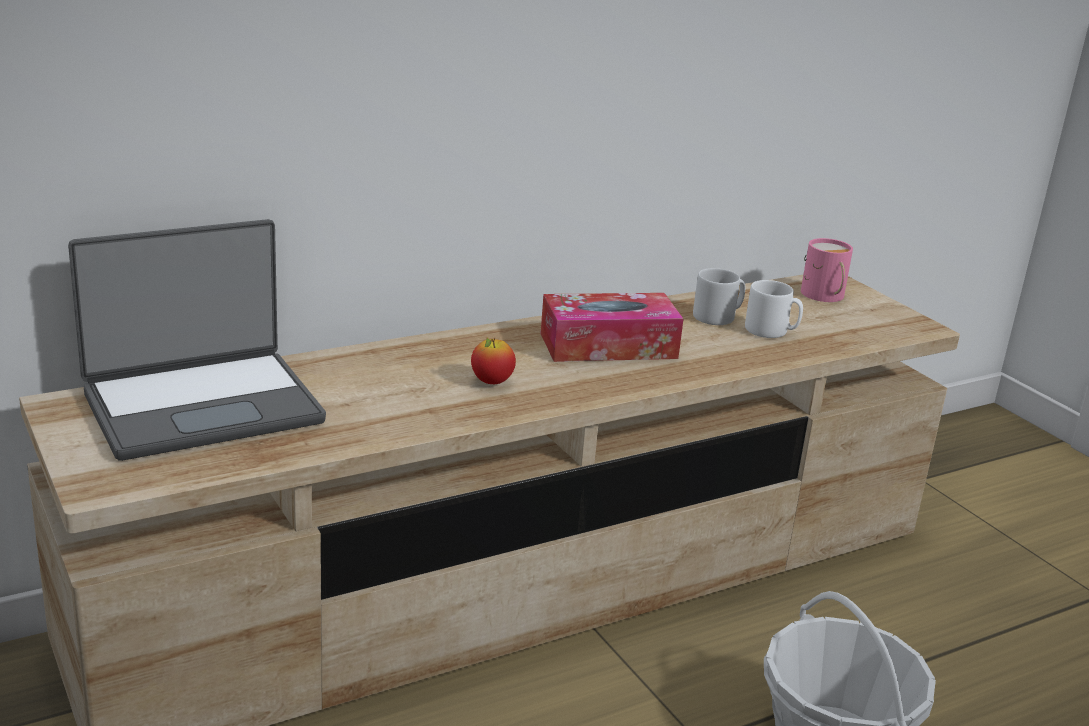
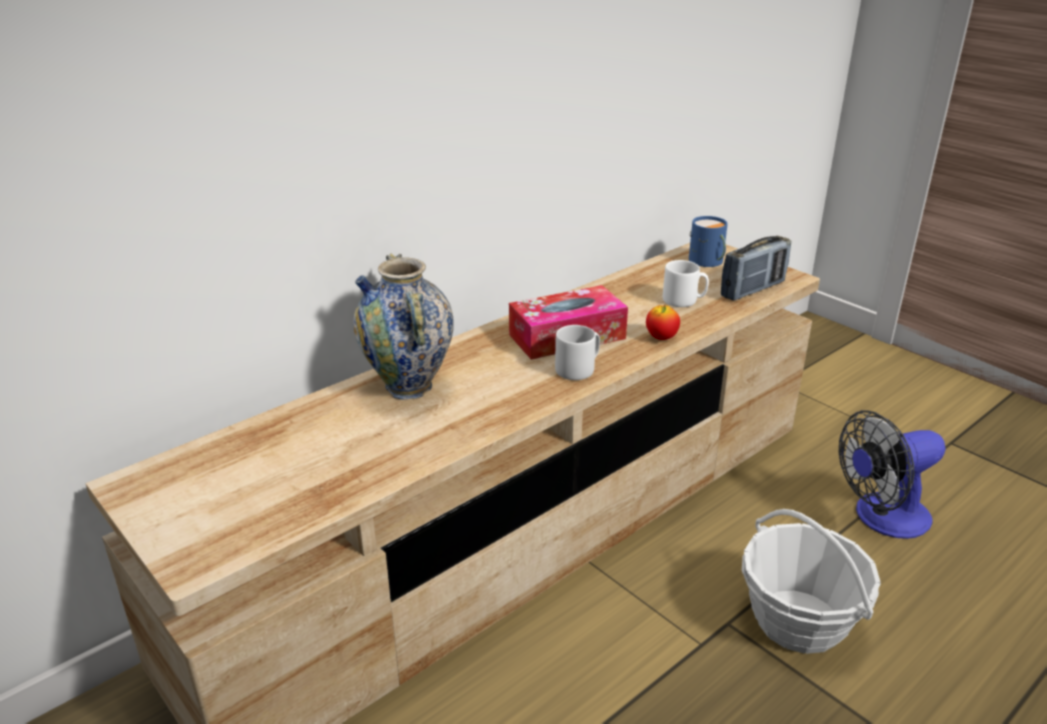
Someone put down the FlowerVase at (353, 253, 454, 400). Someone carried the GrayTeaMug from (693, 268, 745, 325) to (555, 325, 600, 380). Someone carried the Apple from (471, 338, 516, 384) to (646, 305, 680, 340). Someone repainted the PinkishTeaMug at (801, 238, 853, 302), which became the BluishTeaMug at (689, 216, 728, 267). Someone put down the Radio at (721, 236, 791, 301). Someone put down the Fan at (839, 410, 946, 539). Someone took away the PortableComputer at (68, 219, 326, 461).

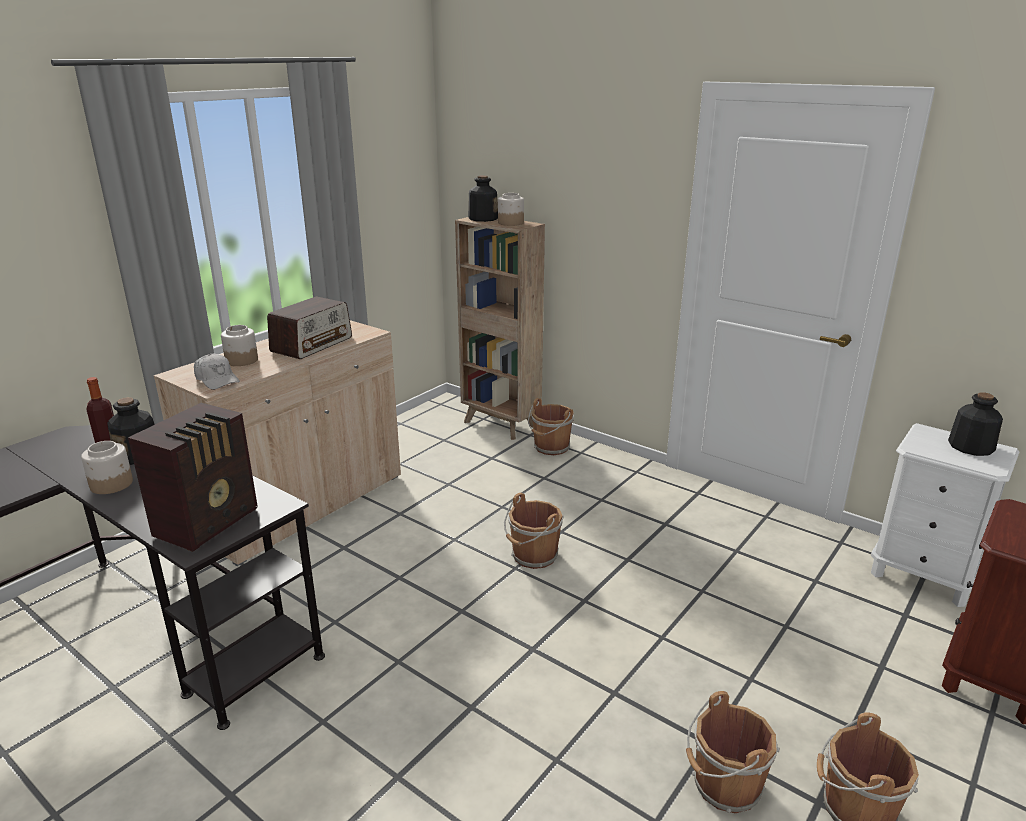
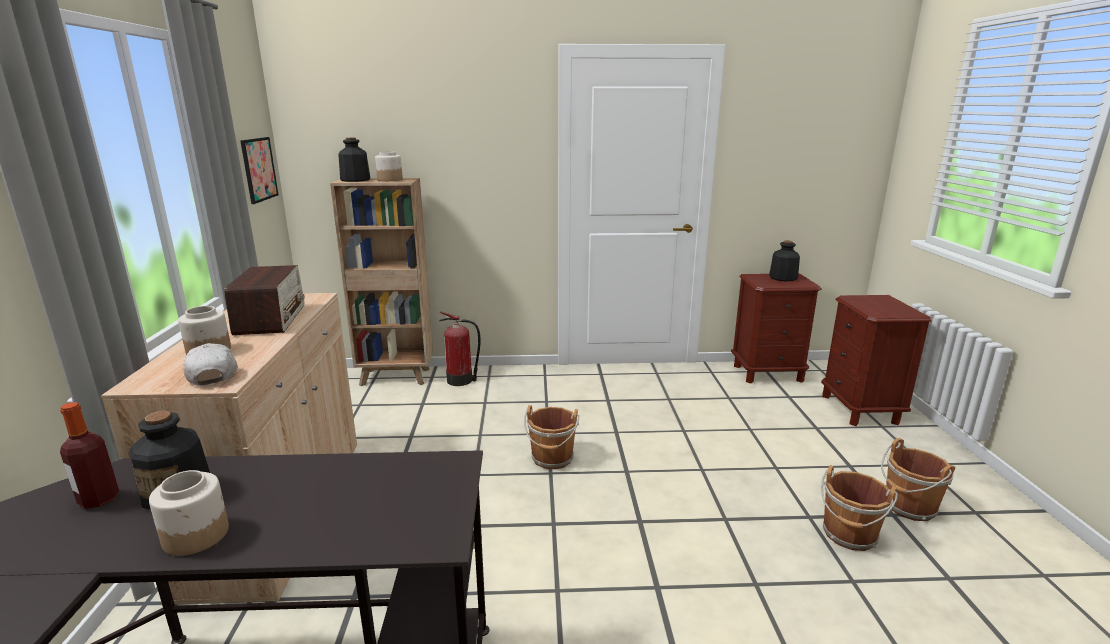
Someone rotated the WhiteColouredBaseballCap at (194, 354, 240, 390) by 120 degrees counterclockwise. Someone put up the Picture at (240, 137, 278, 204). Someone swapped the BrownWaterBucket at (528, 398, 574, 455) for the Extinguisher at (439, 312, 481, 386). Someone repainted the WhiteColouredNightstand at (871, 423, 1019, 607), which became the BrownNightstand at (731, 273, 822, 384). Someone took away the Radio at (128, 403, 258, 552).

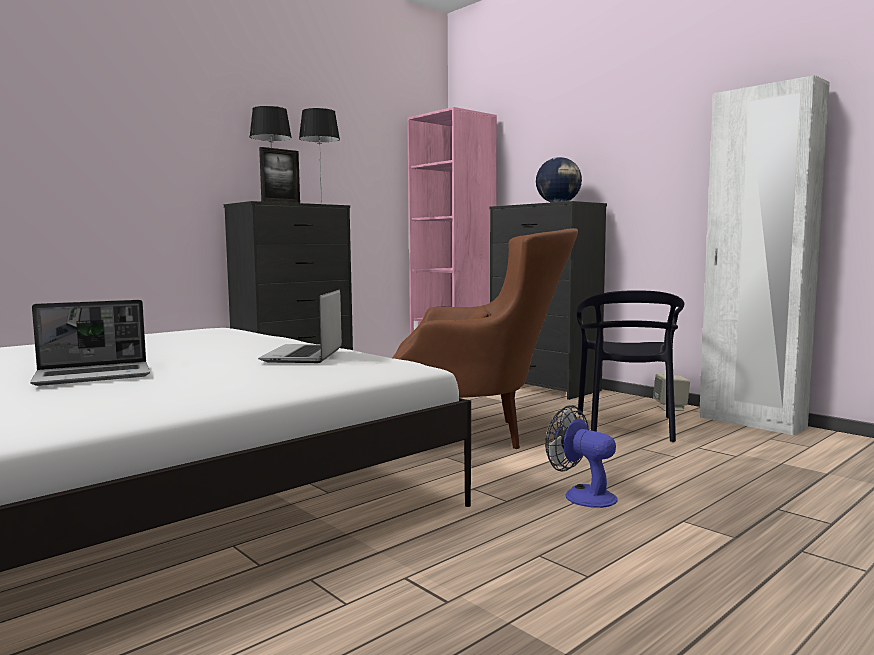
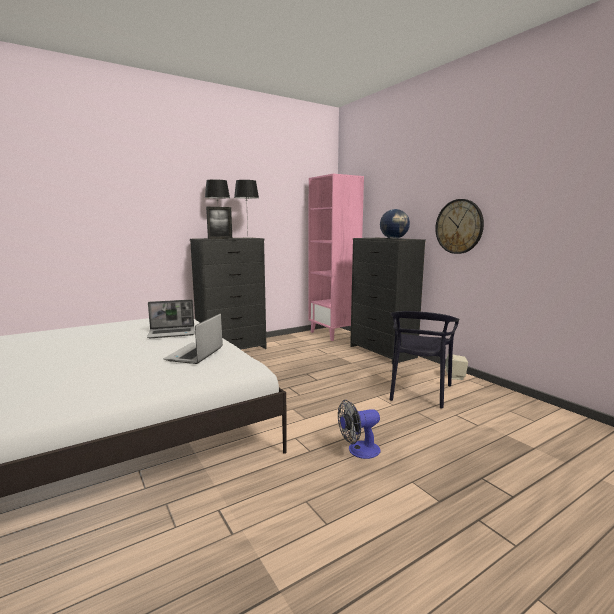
Someone carried the PortableComputer from (30, 300, 150, 386) to (147, 300, 195, 338). Someone rotated the Fan at (545, 405, 618, 508) by 75 degrees counterclockwise. Someone put up the ClockOnTheWall at (435, 199, 484, 254). Someone took away the BrownEasyChair at (393, 228, 578, 449). Someone took away the WhiteColouredWardrobe at (700, 75, 830, 435).

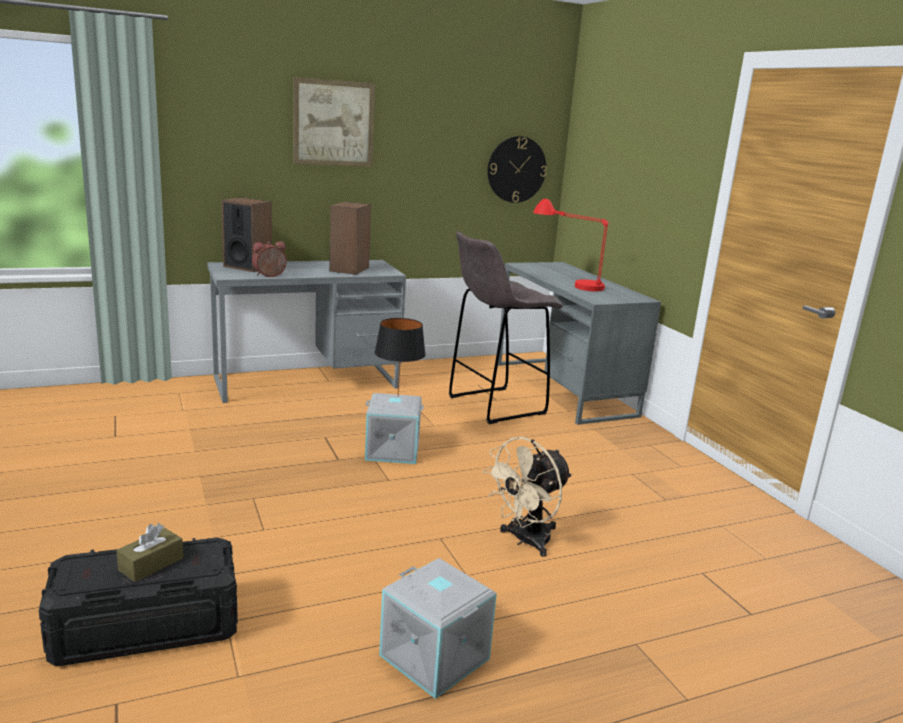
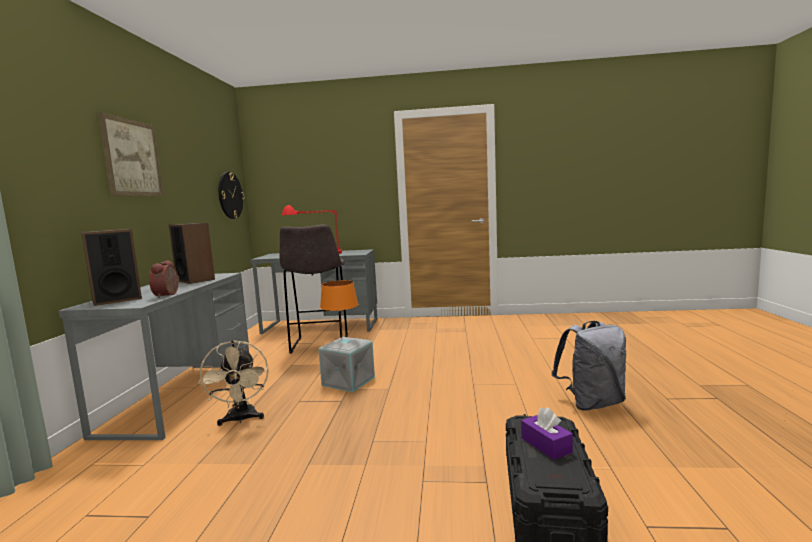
Someone carried the BeigeColouredFan from (483, 437, 572, 557) to (198, 340, 269, 426). Someone repainted the BlackTabletopLamp at (375, 318, 426, 394), which became the OrangeyTabletopLamp at (320, 280, 359, 337). Someone repainted the BrownTissueBox at (116, 523, 183, 582), which became the PurpleTissueBox at (521, 407, 573, 460). Someone swapped the GrayStorageContainer at (379, 558, 497, 699) for the GrayRucksack at (551, 321, 626, 410).

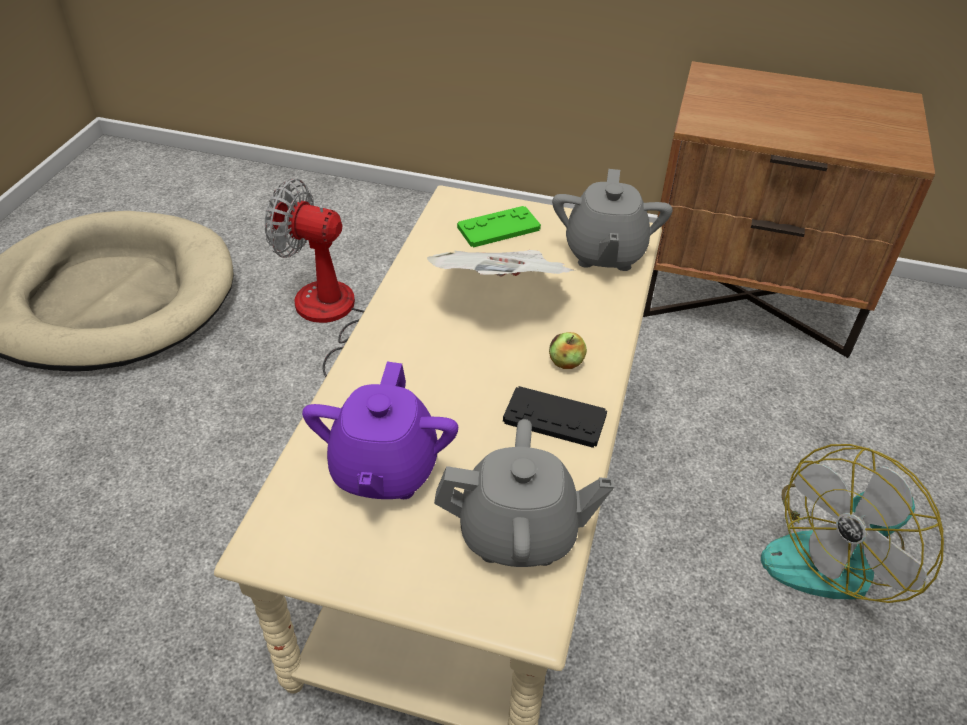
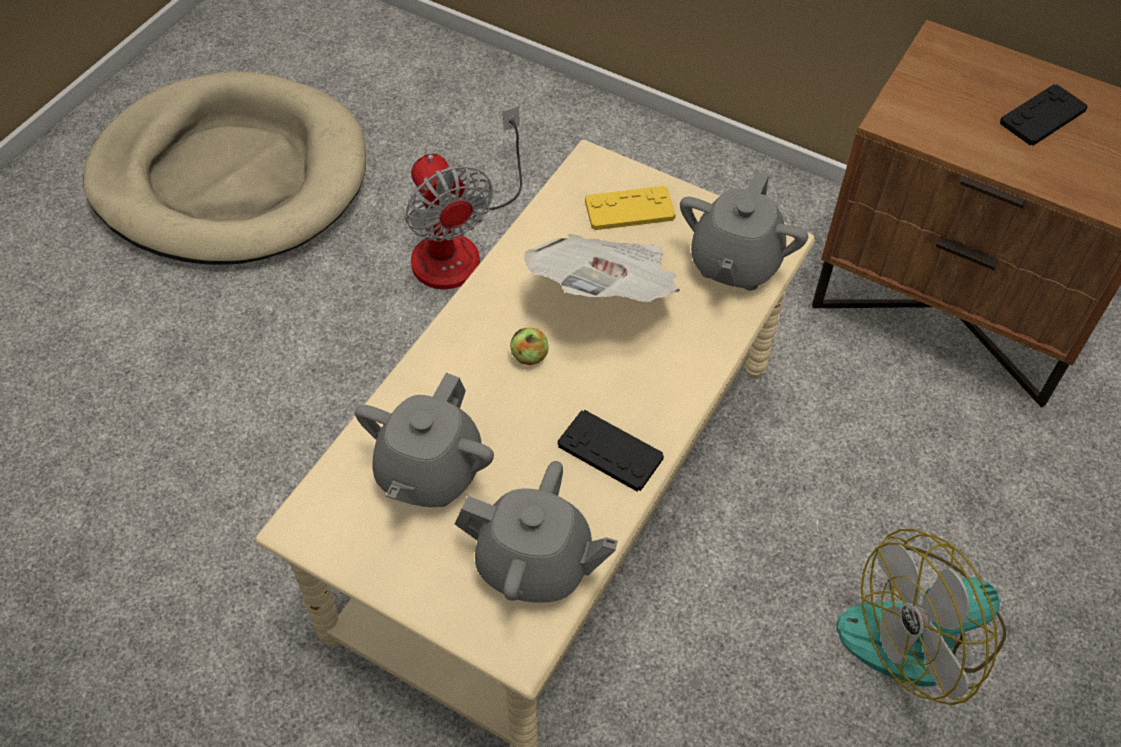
Someone repainted the PurpleTeaPot at (302, 362, 458, 499), which became the GrayTeaPot at (355, 373, 494, 507). Someone rotated the Fan at (265, 179, 364, 377) by 150 degrees counterclockwise. Someone carried the Apple from (549, 332, 587, 369) to (510, 328, 549, 365). Someone repainted the GreenGamepad at (457, 206, 541, 247), which became the YellowGamepad at (585, 186, 676, 230). Someone put down the BlackGamepad at (1000, 84, 1087, 146).

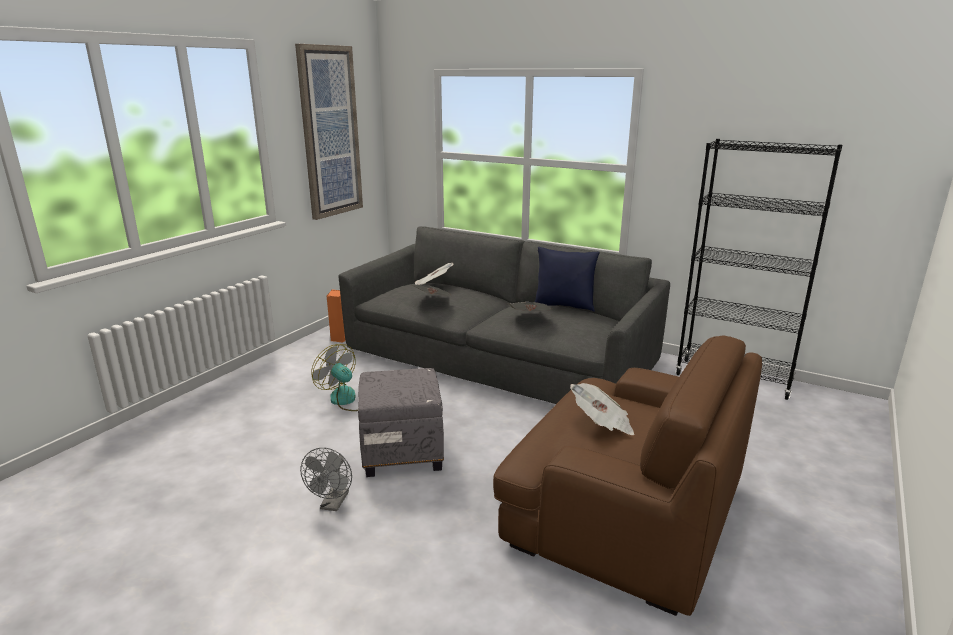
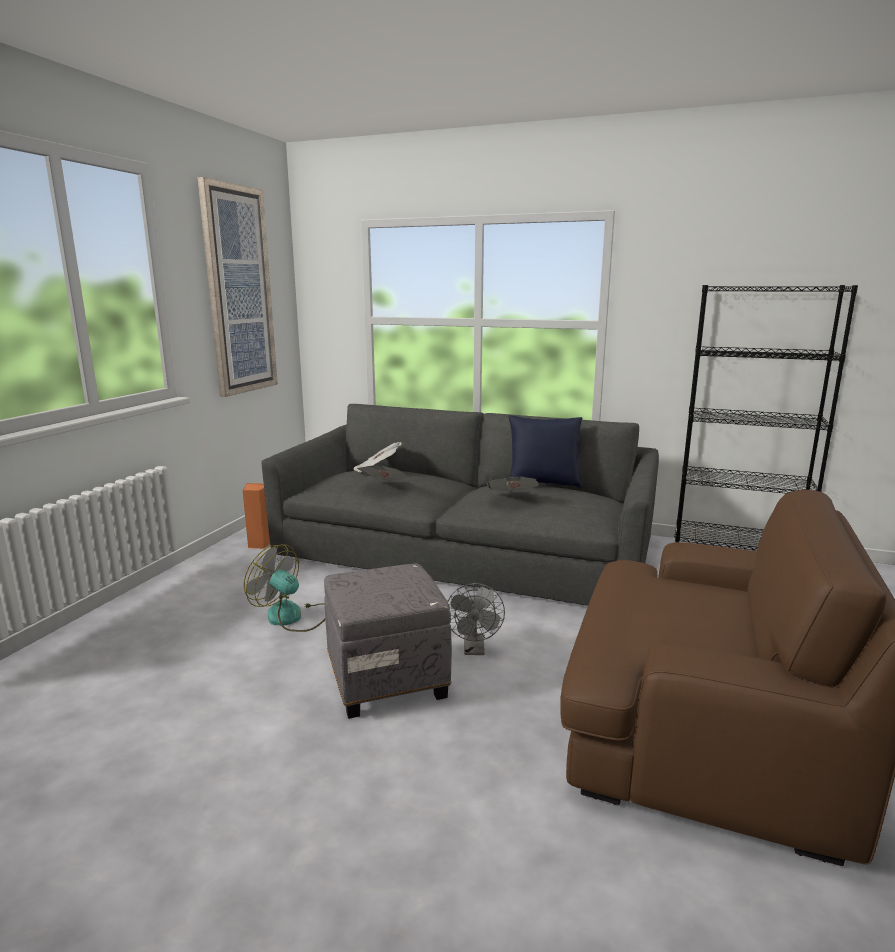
Someone carried the GrayFan from (300, 448, 352, 511) to (447, 583, 505, 655). Someone took away the DailyPaper at (570, 383, 635, 435).

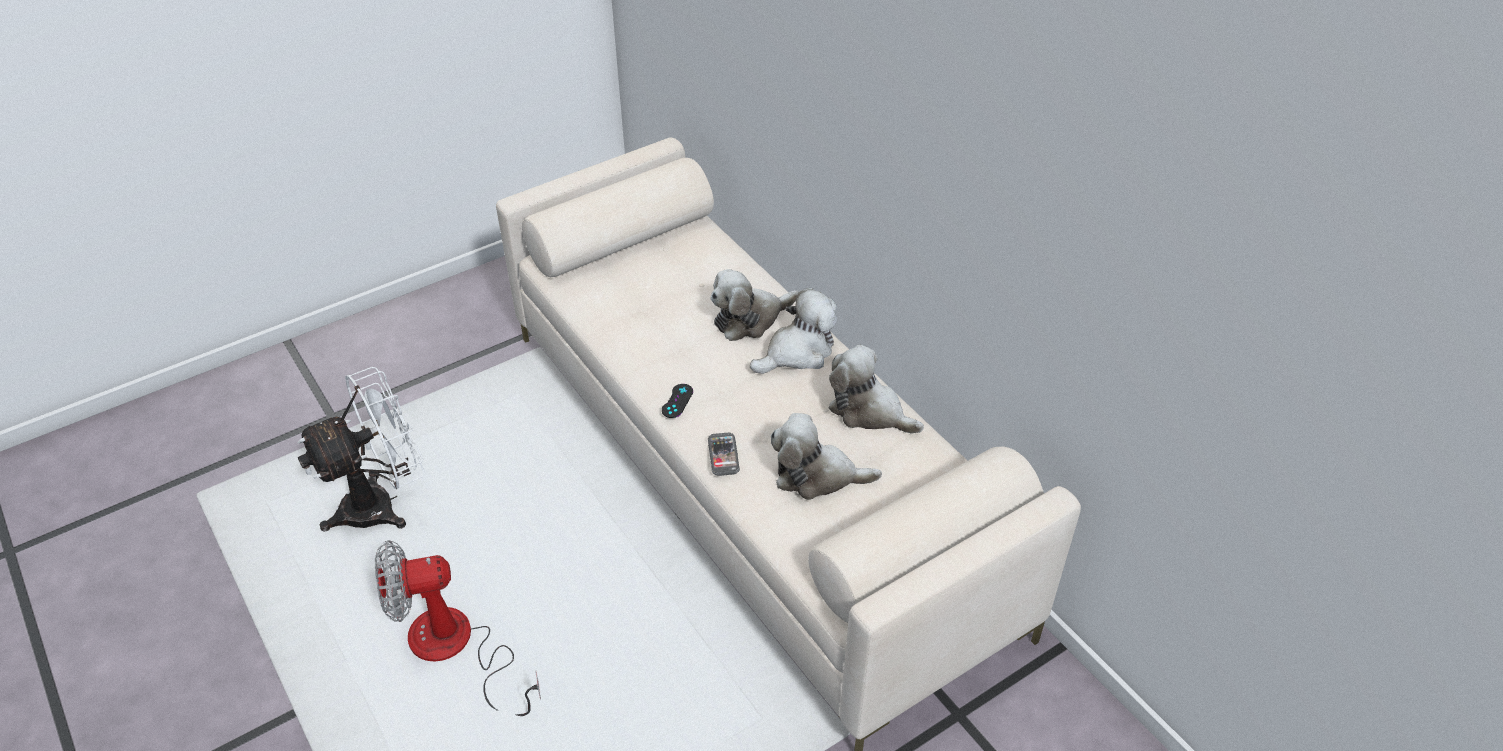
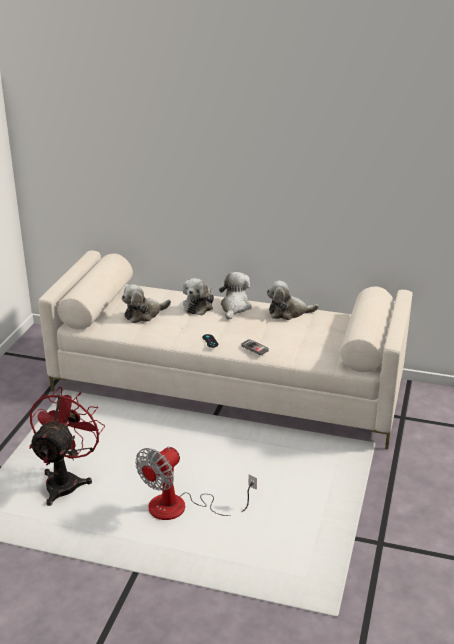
Someone repainted the WhiteColouredFan at (297, 367, 425, 532), which became the RedFan at (29, 387, 105, 506). Someone carried the SoftToy from (771, 413, 882, 500) to (121, 284, 171, 323).

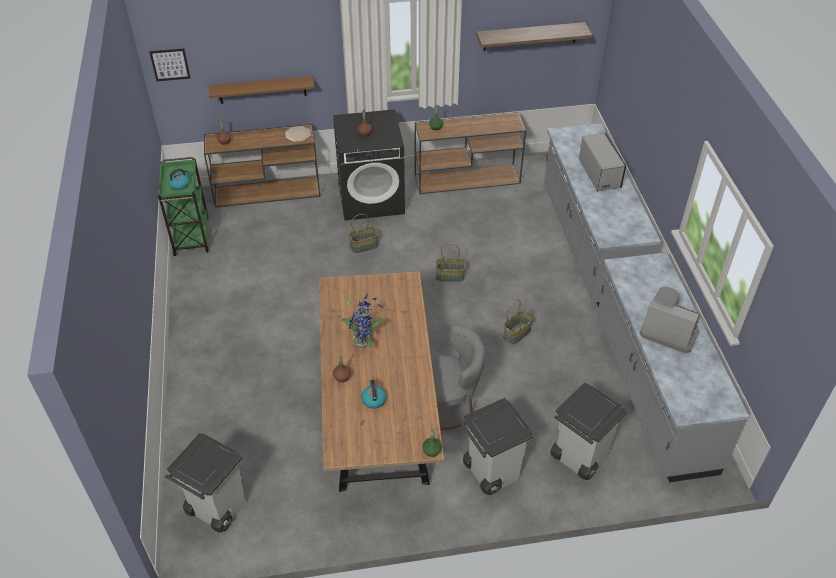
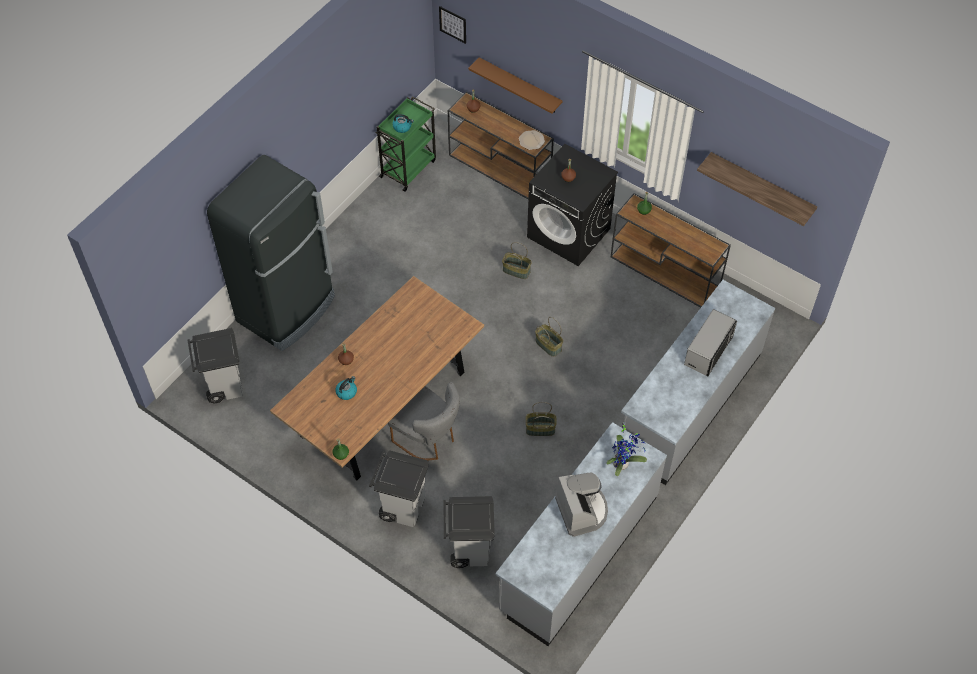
Someone put down the BlackRefrigerator at (207, 155, 335, 351). Someone carried the Houseplant from (340, 294, 384, 349) to (606, 422, 647, 476).

